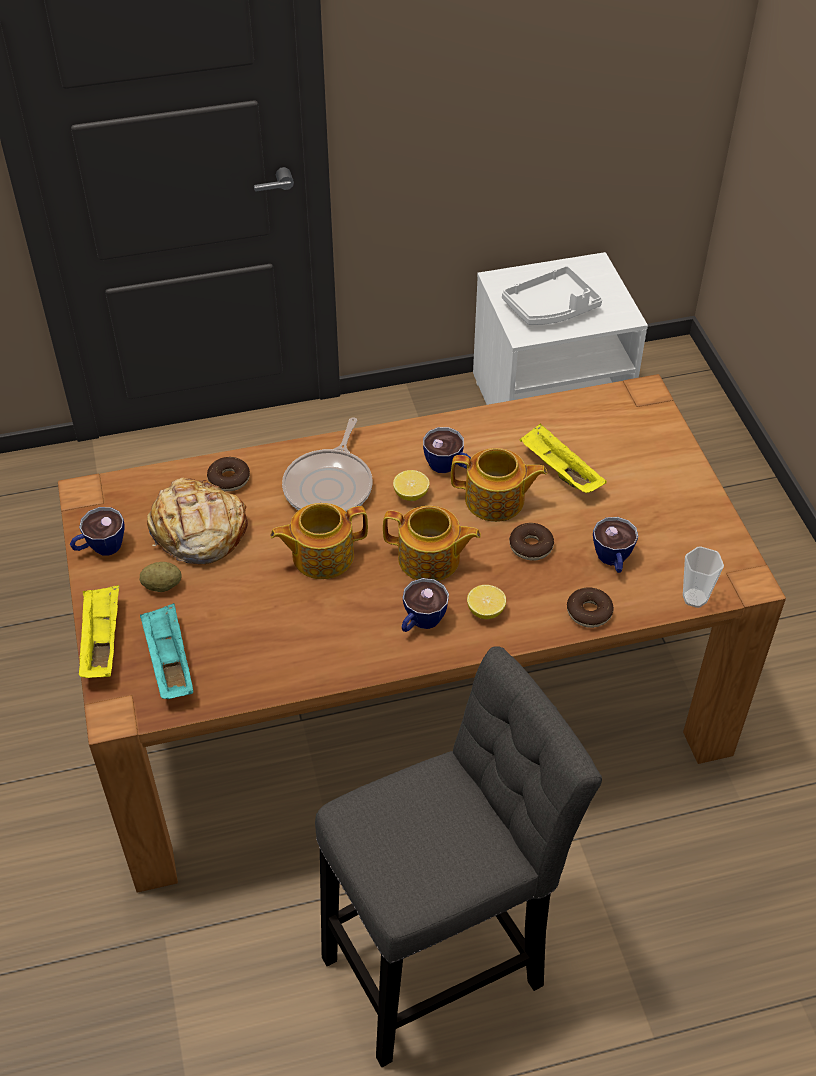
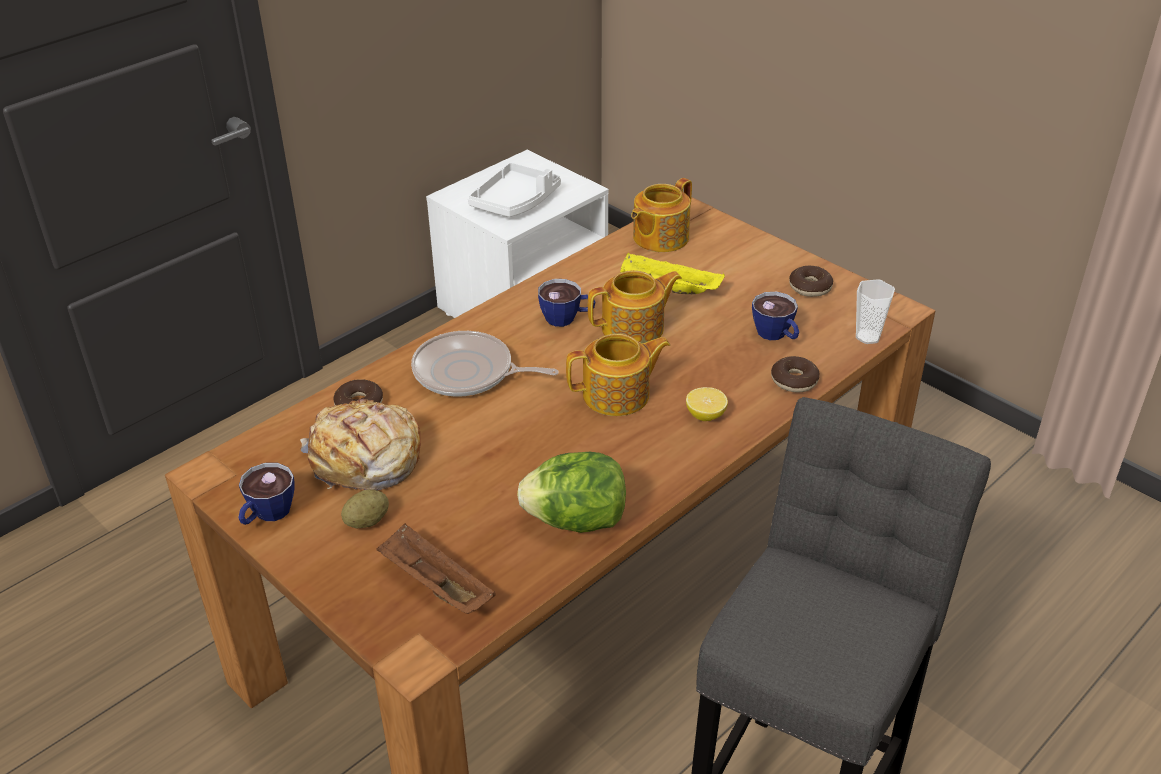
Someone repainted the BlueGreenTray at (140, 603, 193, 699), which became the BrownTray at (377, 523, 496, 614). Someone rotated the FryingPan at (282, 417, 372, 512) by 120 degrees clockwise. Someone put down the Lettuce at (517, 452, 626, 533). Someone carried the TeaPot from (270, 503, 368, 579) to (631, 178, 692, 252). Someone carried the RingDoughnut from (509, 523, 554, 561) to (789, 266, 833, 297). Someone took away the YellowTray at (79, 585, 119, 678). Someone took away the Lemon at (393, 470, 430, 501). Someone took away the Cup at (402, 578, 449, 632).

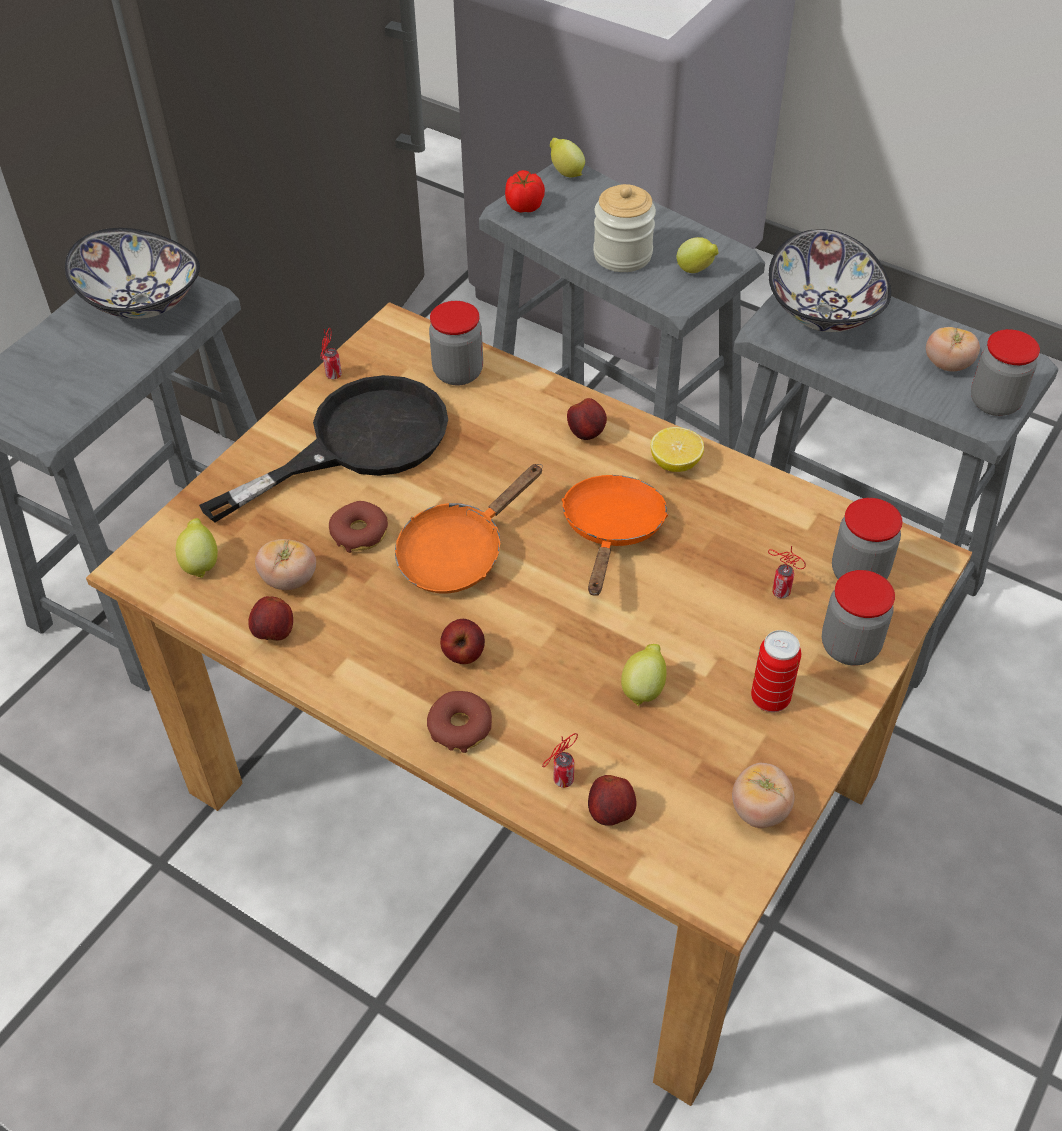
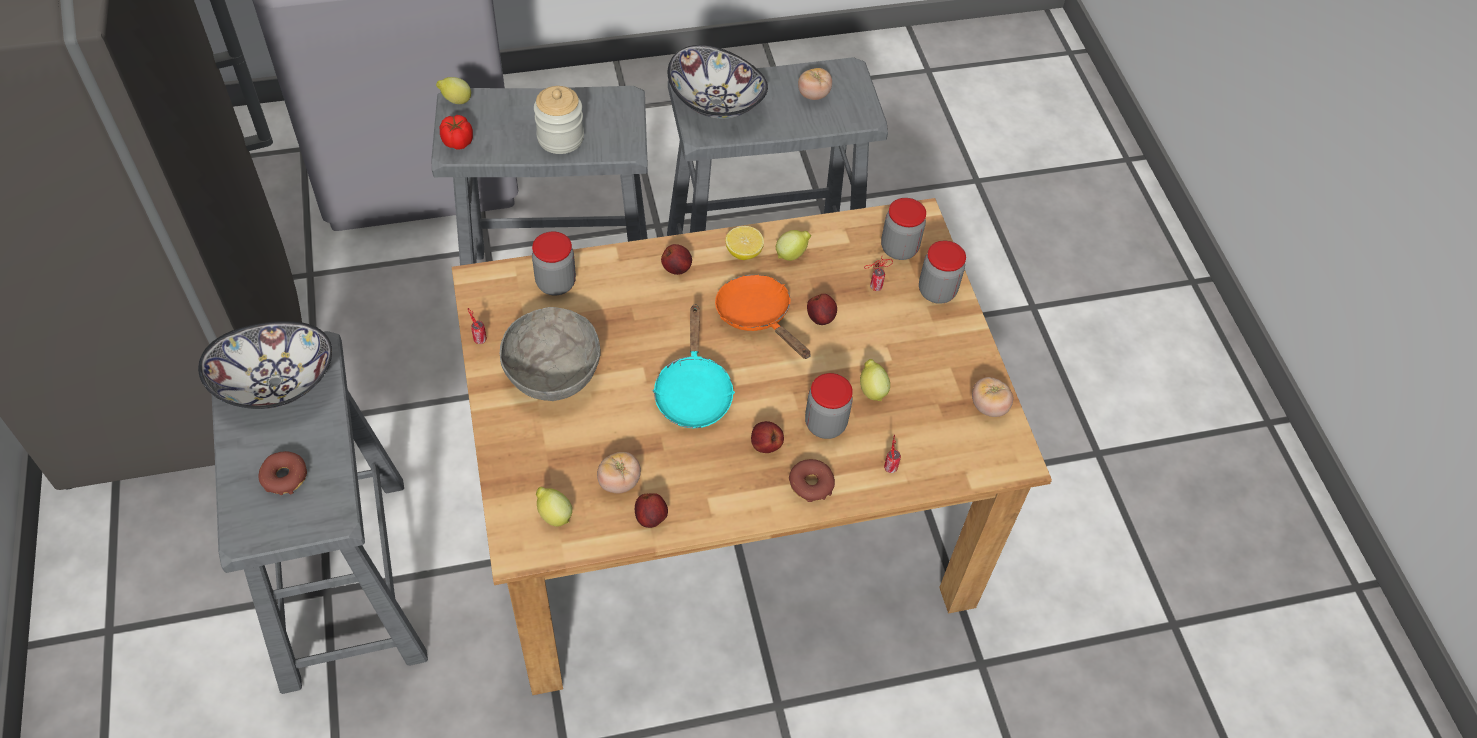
Someone carried the RingDoughnut from (329, 501, 388, 553) to (258, 451, 307, 495). Someone swapped the BlackFryingPan at (199, 375, 448, 523) for the GrayDeepDish at (500, 307, 601, 401). Someone repainted the OrangeyFryingPan at (395, 464, 543, 594), which became the BlueGreenFryingPan at (652, 304, 735, 428). Someone carried the Lemon from (676, 237, 719, 273) to (776, 230, 811, 261). Someone carried the Jar from (971, 329, 1040, 416) to (805, 373, 853, 439). Someone carried the Apple from (588, 775, 637, 826) to (807, 294, 837, 325). Someone took away the MetalCan at (751, 630, 801, 712).

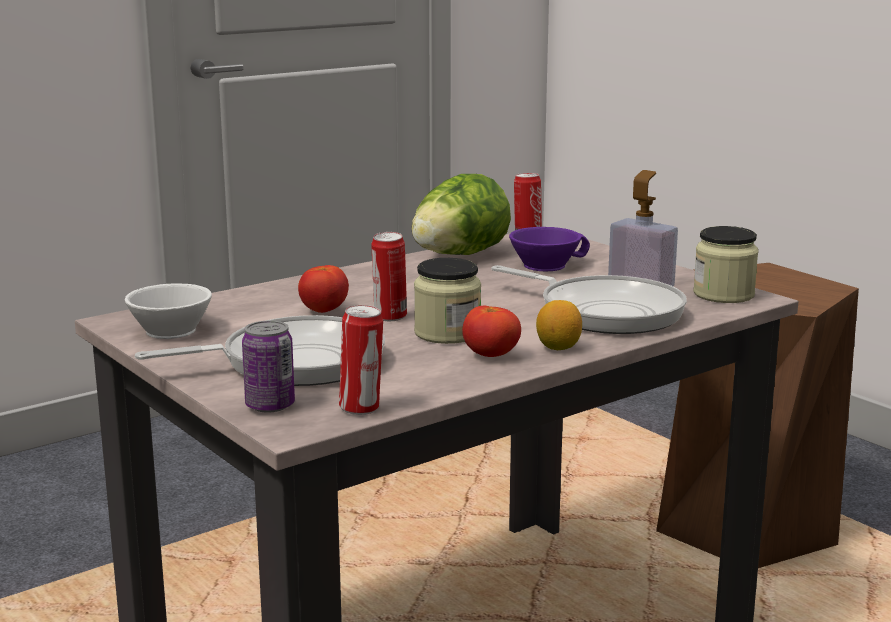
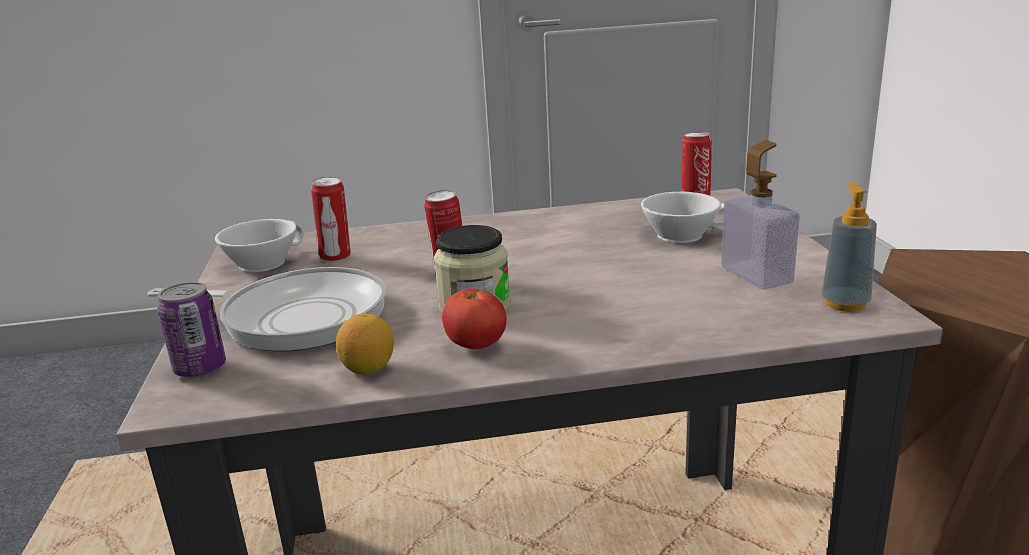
Someone carried the MetalCan from (339, 305, 383, 415) to (311, 177, 351, 262). Someone carried the Lemon from (536, 300, 582, 350) to (336, 314, 394, 375). Someone repainted the PurpleCup at (509, 227, 590, 271), which became the WhiteColouredCup at (641, 192, 724, 243). Someone swapped the Jar at (693, 226, 759, 303) for the LiquidSoapBottle at (822, 182, 877, 312). Someone took away the WholeTomato at (298, 265, 349, 313). Someone took away the Lettuce at (411, 174, 511, 255). Someone took away the FryingPan at (492, 265, 687, 334).

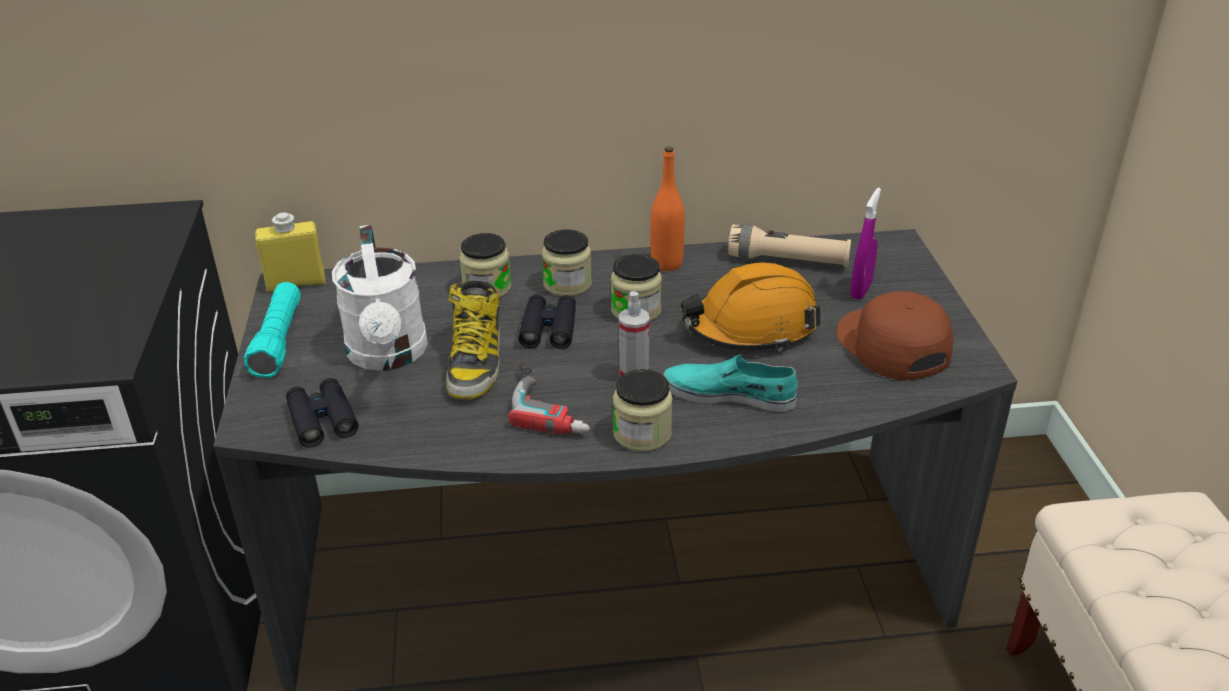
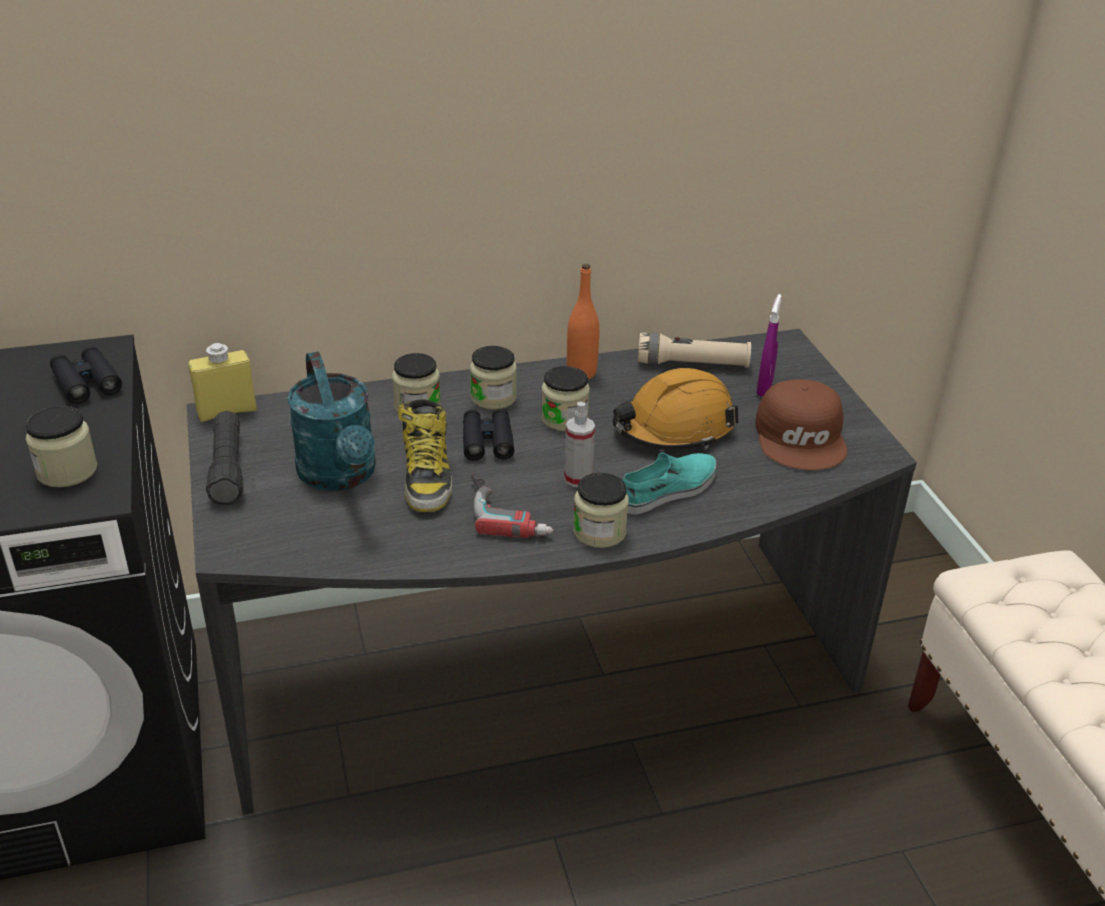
Someone put down the Jar at (25, 406, 97, 488). Someone carried the BlackFieldGlasses from (286, 378, 359, 448) to (50, 346, 122, 404). Someone repainted the BlueGreenFlashlight at (244, 282, 301, 378), which became the BlackFlashlight at (206, 411, 243, 505). Someone repainted the WhiteColouredSprinklingCan at (332, 225, 428, 371), which became the BlueGreenSprinklingCan at (287, 352, 376, 491). Someone rotated the BlueGreenLowShoe at (663, 354, 798, 412) by 135 degrees clockwise. Someone rotated the BrownBaseballCap at (836, 291, 953, 380) by 150 degrees counterclockwise.

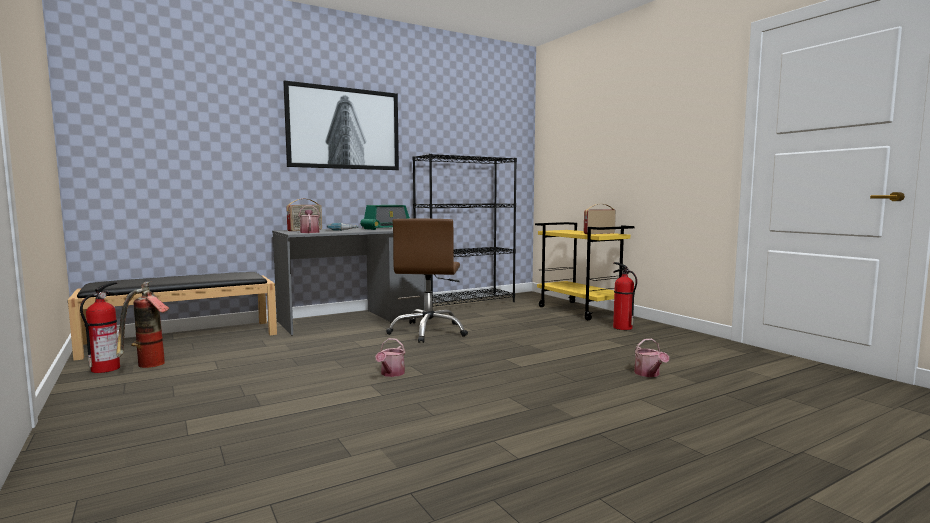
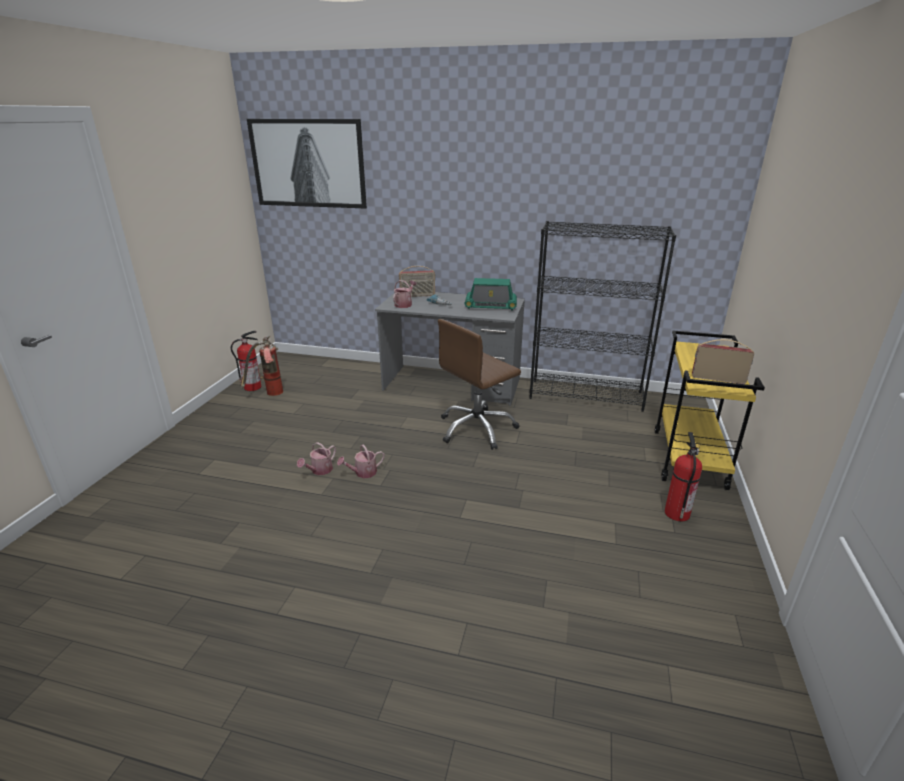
Someone carried the Picture from (283, 80, 399, 170) to (247, 119, 367, 209). Someone carried the SprinklingCan from (634, 339, 669, 377) to (297, 442, 336, 475). Someone took away the BlackIndoorBench at (68, 272, 277, 361).

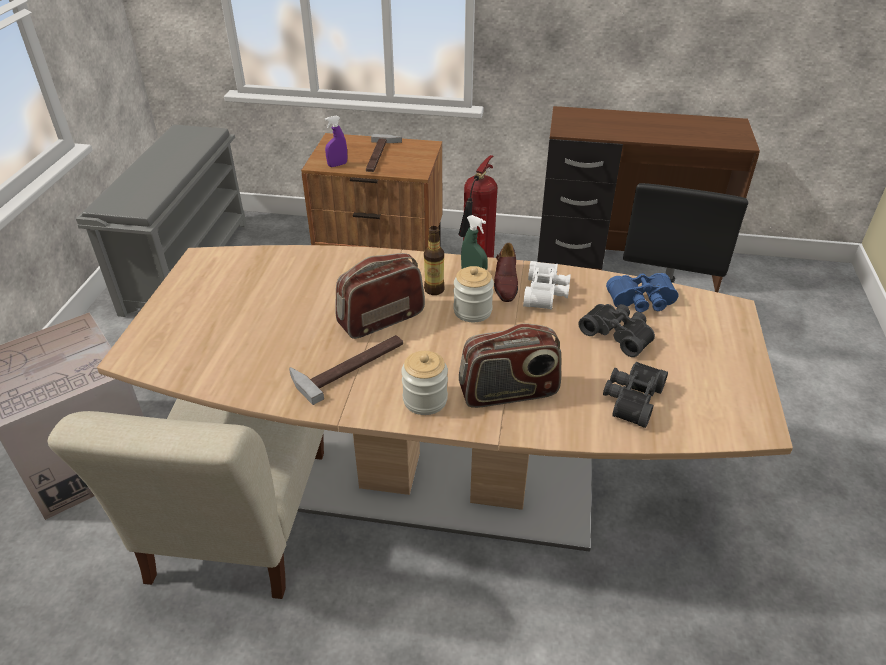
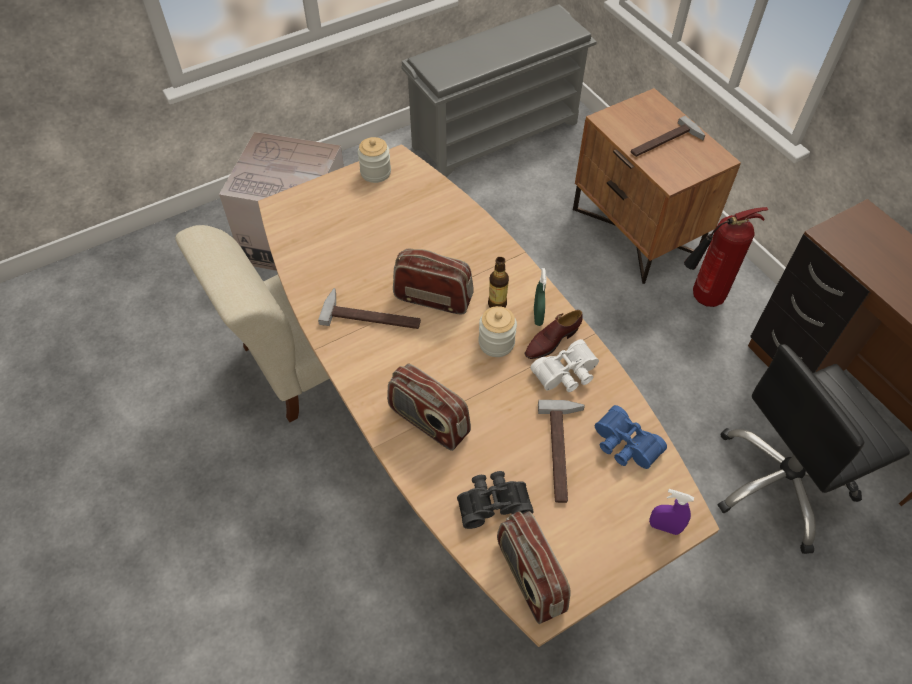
Someone carried the Jar from (401, 351, 448, 415) to (358, 137, 391, 183). Someone put down the Radio at (497, 511, 571, 624). Someone swapped the BlackFieldGlasses at (578, 304, 655, 357) for the HandHammer at (538, 400, 585, 503). Someone carried the PurpleSprayer from (325, 116, 347, 167) to (649, 489, 694, 535).

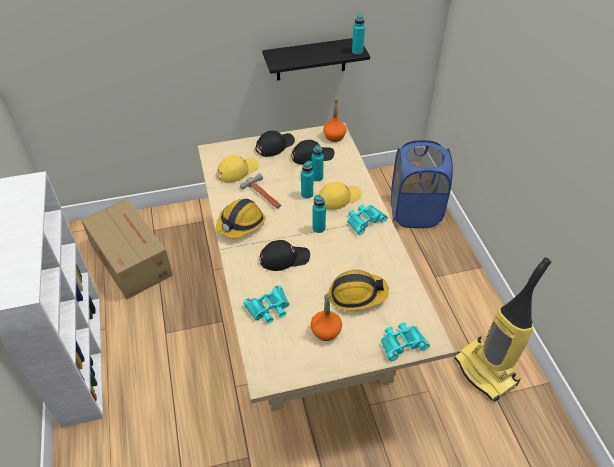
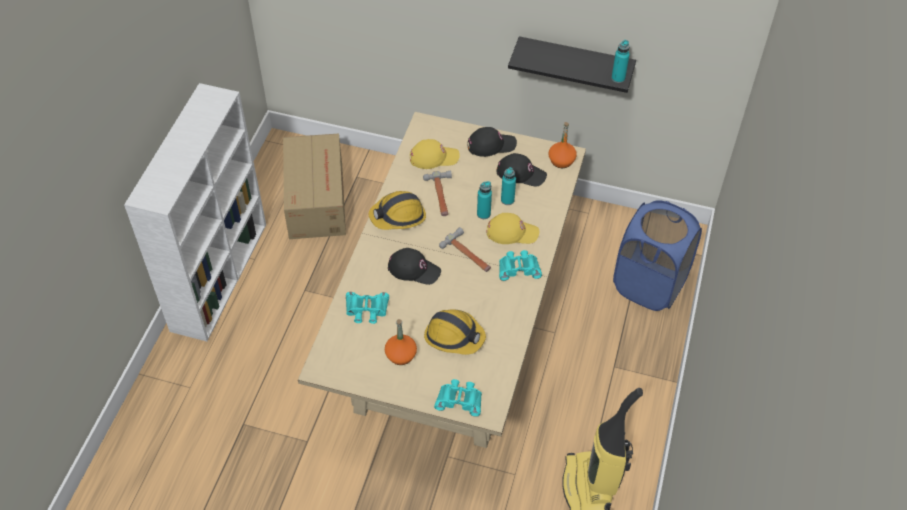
Someone swapped the BlueGreenDrinkBottle at (313, 195, 326, 233) for the HandHammer at (439, 227, 491, 272).

